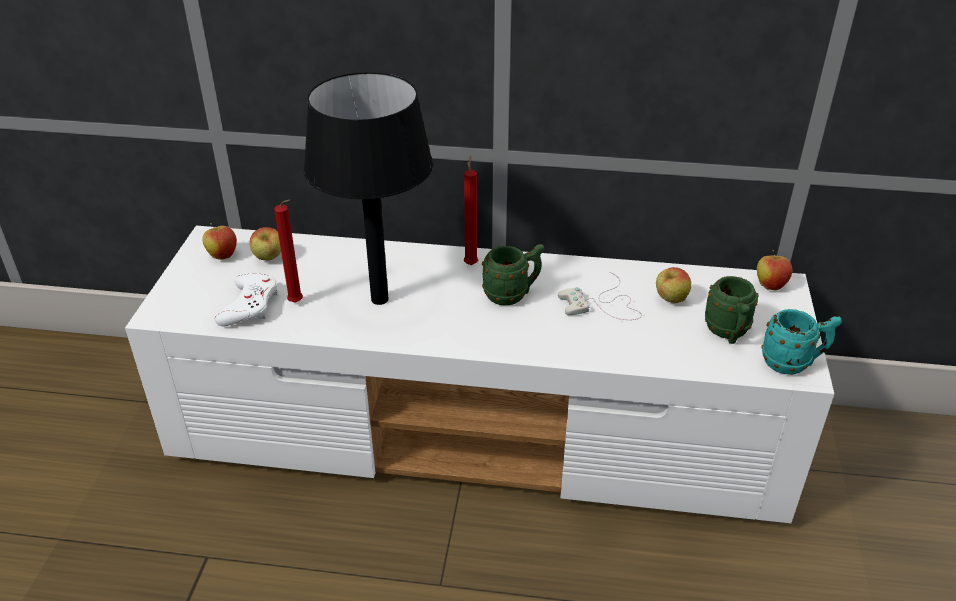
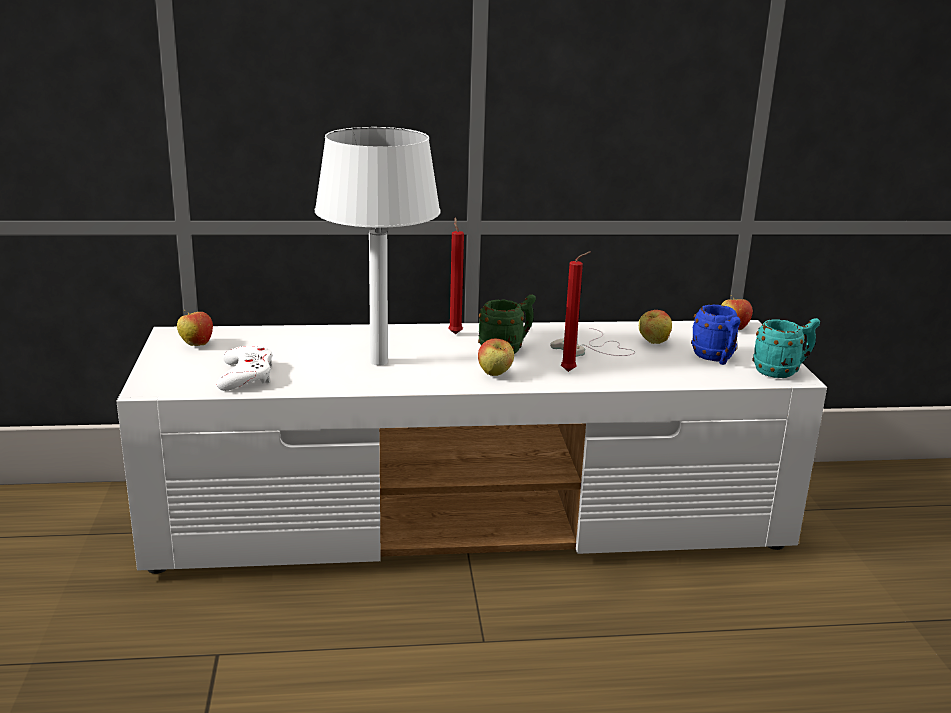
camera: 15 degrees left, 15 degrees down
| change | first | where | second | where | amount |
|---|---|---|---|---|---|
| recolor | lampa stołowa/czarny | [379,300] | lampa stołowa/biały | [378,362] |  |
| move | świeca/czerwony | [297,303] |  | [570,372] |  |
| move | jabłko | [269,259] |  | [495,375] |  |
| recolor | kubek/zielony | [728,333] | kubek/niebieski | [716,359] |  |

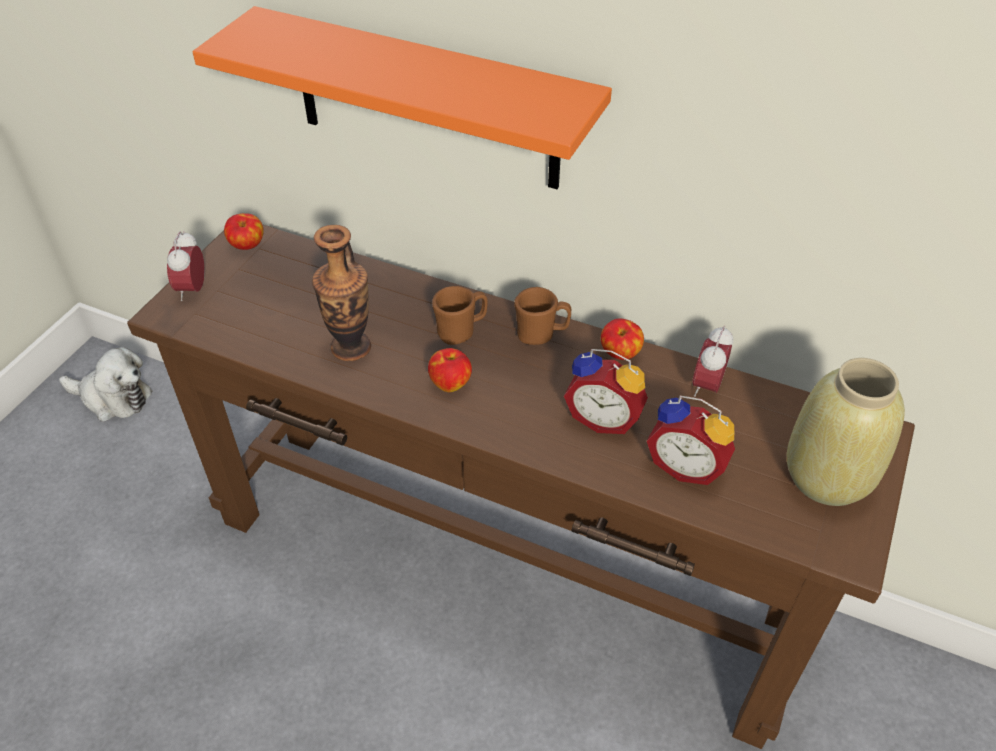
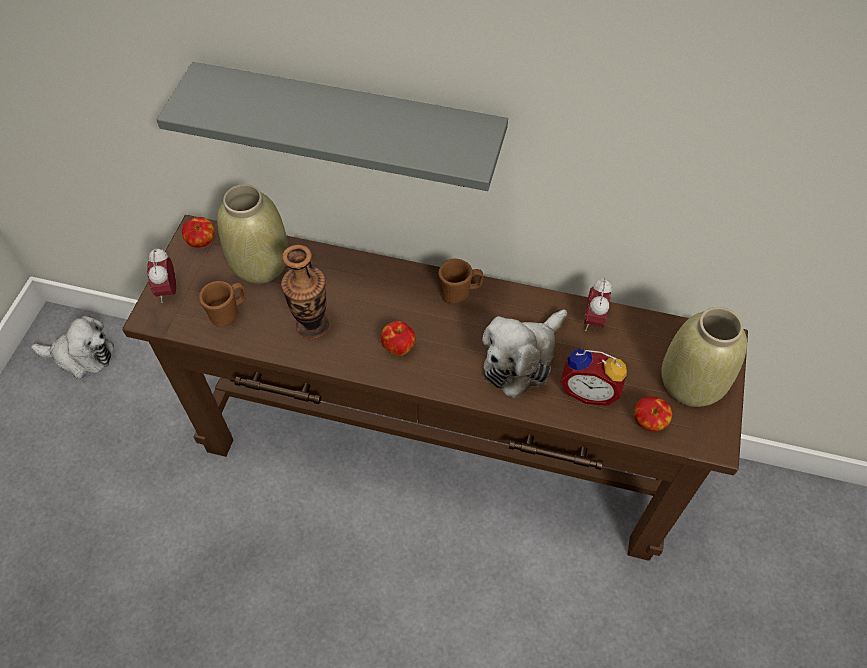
camera: 10 degrees left, 10 degrees up
| change | first | where | second | where | amount |
|---|---|---|---|---|---|
| recolor | półka/pomarańczowy | [425,100] | półka/szary | [350,127] |  |
| move | kubek/brązowy | [461,331] |  | [228,313] |  |
| move | jabłko | [620,354] |  | [649,422] |  |
| replace | budzik | [604,418] | pluszak | [521,359] |  |
| insert |  |  | wazon/beżowy | [260,263] |  |

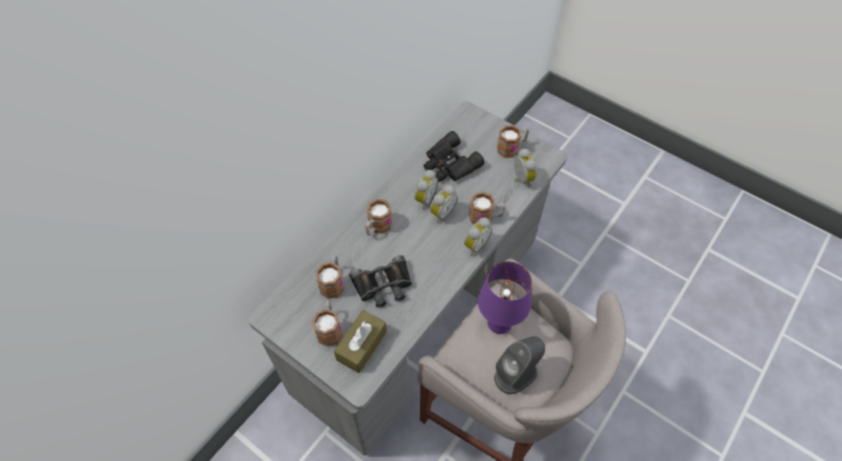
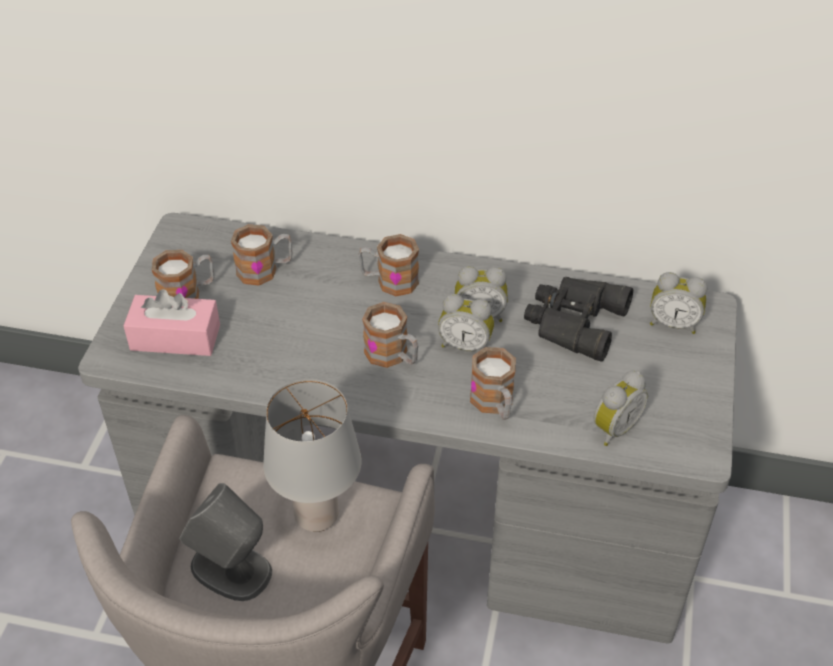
camera: 65 degrees right, 10 degrees down
| change | first | where | second | where | amount |
|---|---|---|---|---|---|
| move | kubek | [511,148] |  | [393,356] |  |
| move | budzik | [475,245] |  | [673,323] |  |
| delete | lornetka/czarny | [383,285] |  |  |  |
| recolor | lampa stołowa/fioletowy | [498,324] | lampa stołowa/szary | [316,515] |  |
| recolor | pudełko chusteczek/brązowy | [361,345] | pudełko chusteczek/różowy | [175,337] |  |

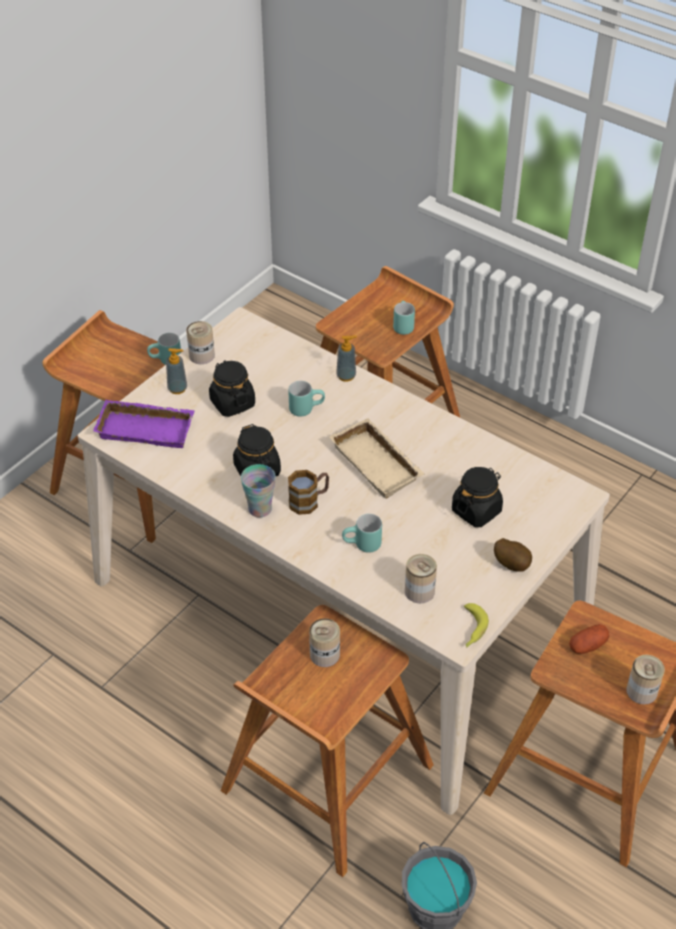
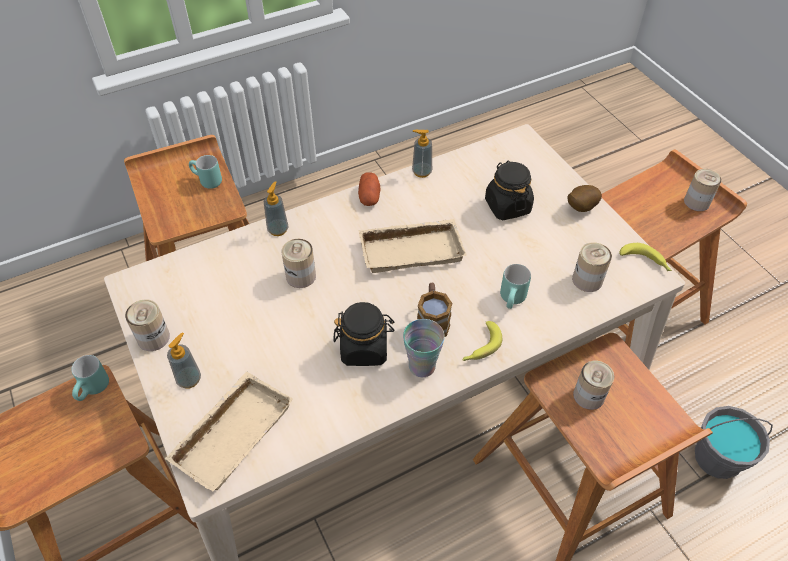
camera: 65 degrees left, 5 degrees up
| change | first | where | second | where | amount |
|---|---|---|---|---|---|
| delete | słoik/czarny | [232,403] |  |  |  |
| replace | kubek/turkusowy | [306,408] | puszka | [301,276] |  |
| recolor | taca/fioletowy | [147,428] | taca/beżowy | [232,432] |  |
| move | ziemniak | [587,646] |  | [369,196] |  |
| insert |  |  | dozownik mydła | [422,172] |  |
| insert |  |  | banan | [480,347] |  |

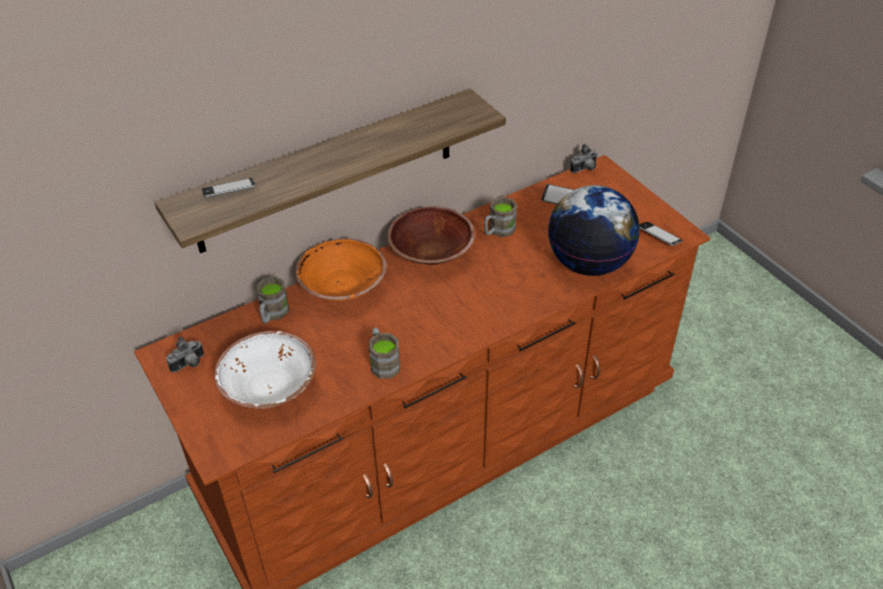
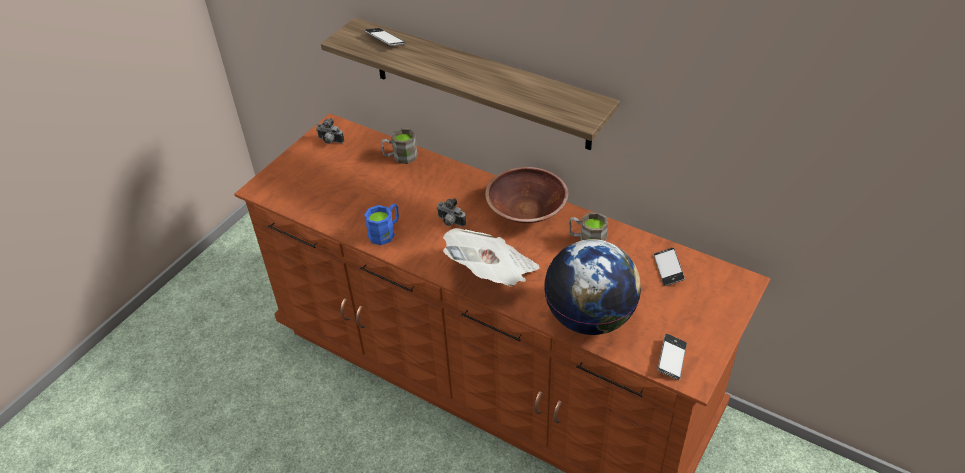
camera: 65 degrees right, 0 degrees up
| change | first | where | second | where | amount |
|---|---|---|---|---|---|
| move | aparat fotograficzny | [585,169] |  | [450,222] |  |
| delete | miska/pomarańczowy | [342,288] |  |  |  |
| recolor | kubek/brązowy | [383,362] | kubek/niebieski | [385,232] |  |
| delete | miska/biały | [270,387] |  |  |  |
| insert |  |  | gazeta | [492,273] |  |

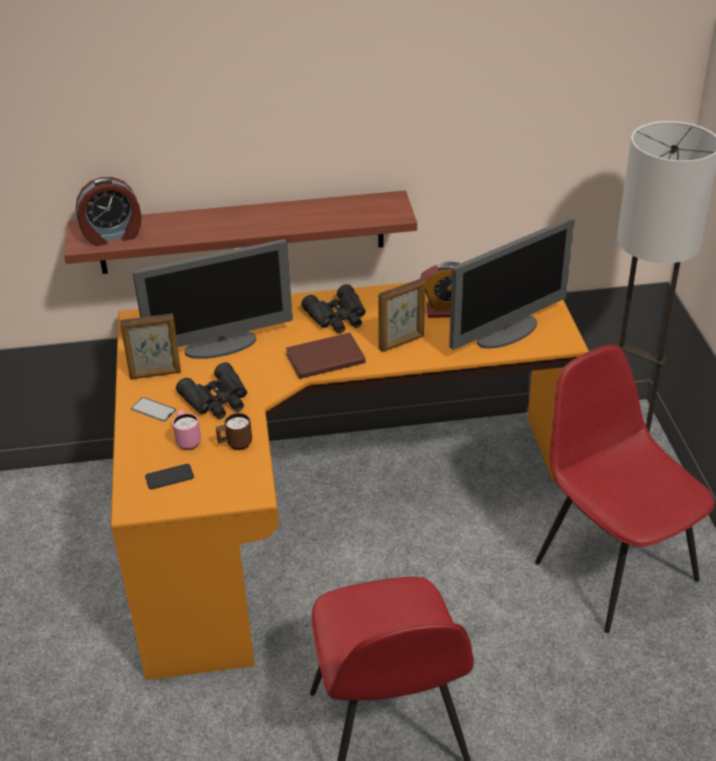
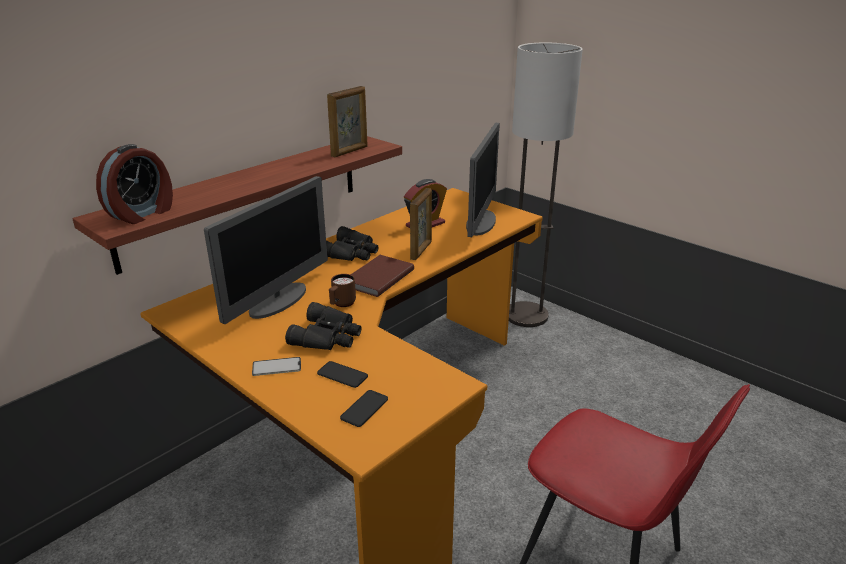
camera: 40 degrees left, 10 degrees down
| change | first | where | second | where | amount |
|---|---|---|---|---|---|
| move | ramka na zdjęcie | [155,374] |  | [350,151] |  |
| delete | krzesło/czerwony | [613,568] |  |  |  |
| replace | kubek/różowy | [187,441] | telefon | [342,375] |  |
| move | kubek/brązowy | [235,444] |  | [342,304] |  |

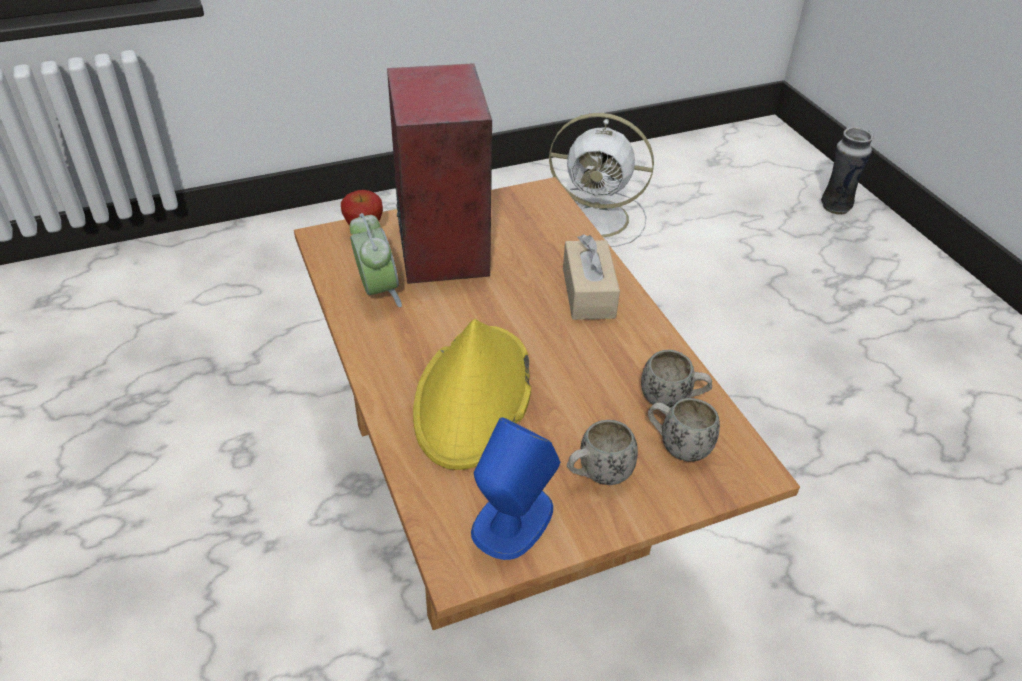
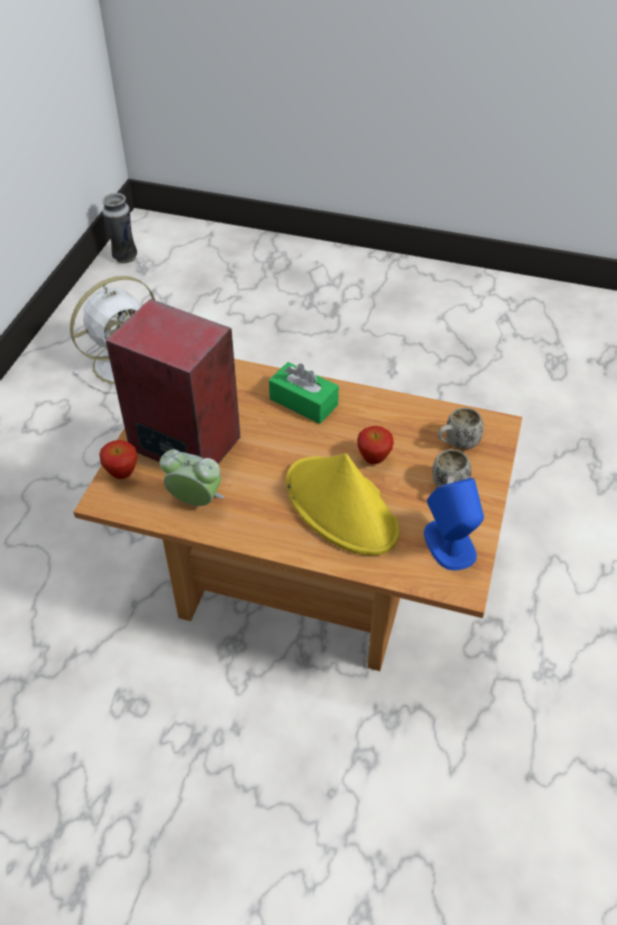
camera: 50 degrees left, 5 degrees up
| change | first | where | second | where | amount |
|---|---|---|---|---|---|
| move | wazon | [834,207] |  | [124,257] |  |
| recolor | pudełko chusteczek/beżowy | [588,293] | pudełko chusteczek/zielony | [303,402] |  |
| delete | kubek/biały | [672,400] |  |  |  |
| insert |  |  | jabłko | [373,459] |  |

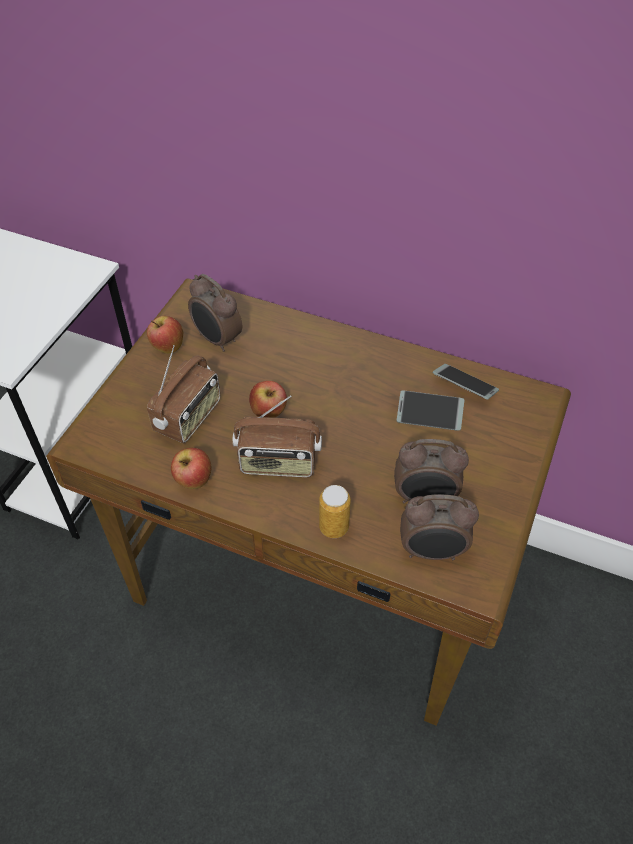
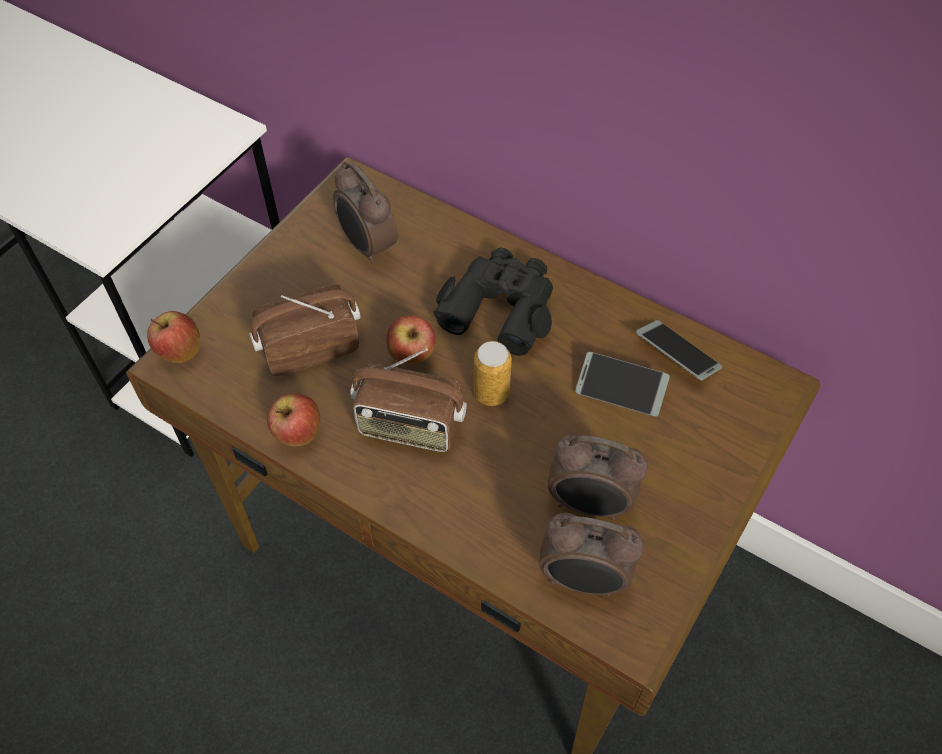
camera: 10 degrees right, 5 degrees up
| change | first | where | second | where | amount |
|---|---|---|---|---|---|
| move | jabłko | [167,347] |  | [180,352] |  |
| rotate | radio | [189,417] |  | [310,347] | 150 degrees counterclockwise |
| move | puszka | [334,527] |  | [491,393] |  |
| insert |  |  | lornetka/czarny | [500,307] |  |

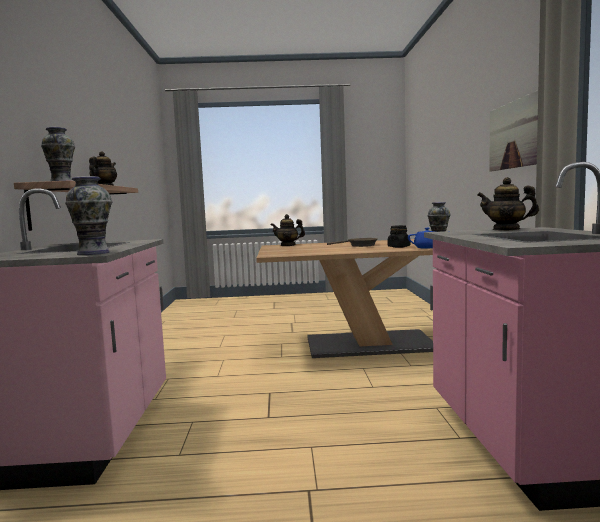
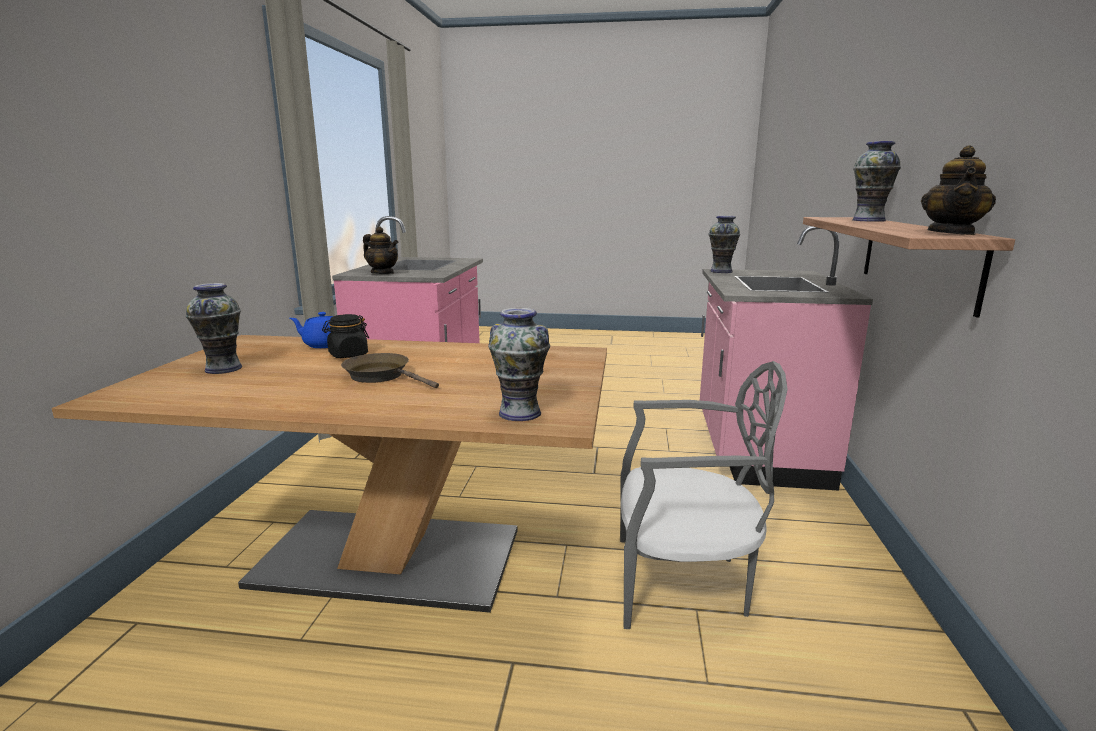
camera: 170 degrees left, 10 degrees up
| change | first | where | second | where | amount |
|---|---|---|---|---|---|
| delete | obraz | [514,135] |  |  |  |
| replace | imbryk | [288,245] | wazon | [520,413] |  |
| insert |  |  | krzesło/szary | [682,583] |  |

